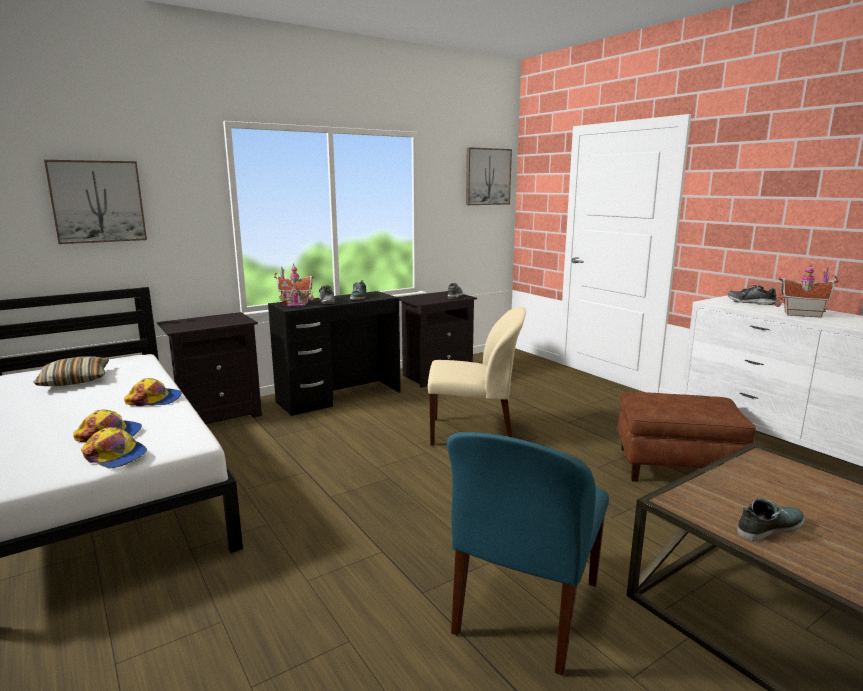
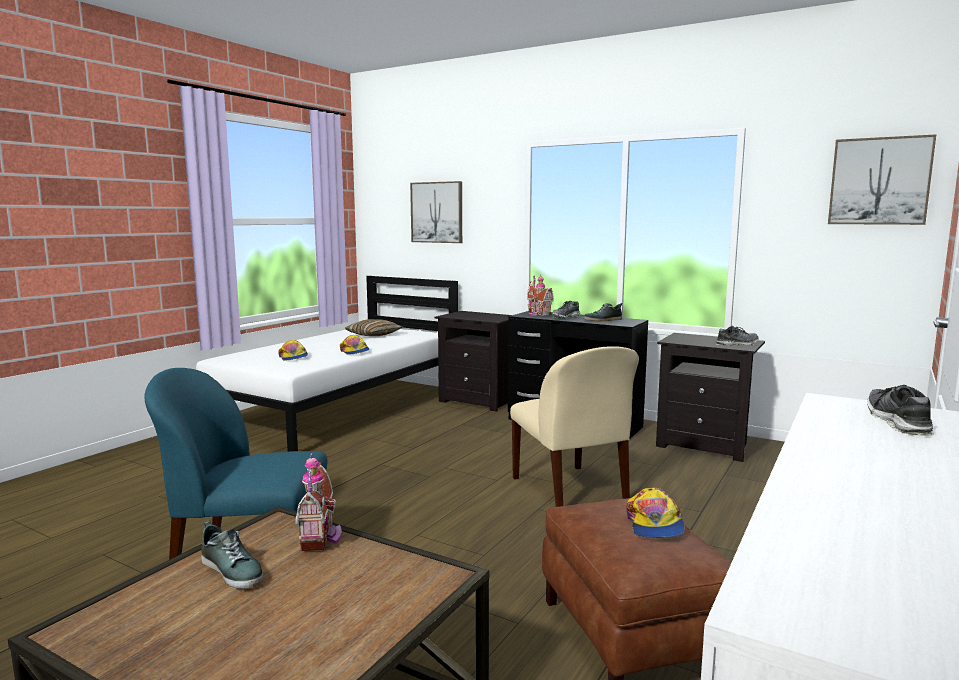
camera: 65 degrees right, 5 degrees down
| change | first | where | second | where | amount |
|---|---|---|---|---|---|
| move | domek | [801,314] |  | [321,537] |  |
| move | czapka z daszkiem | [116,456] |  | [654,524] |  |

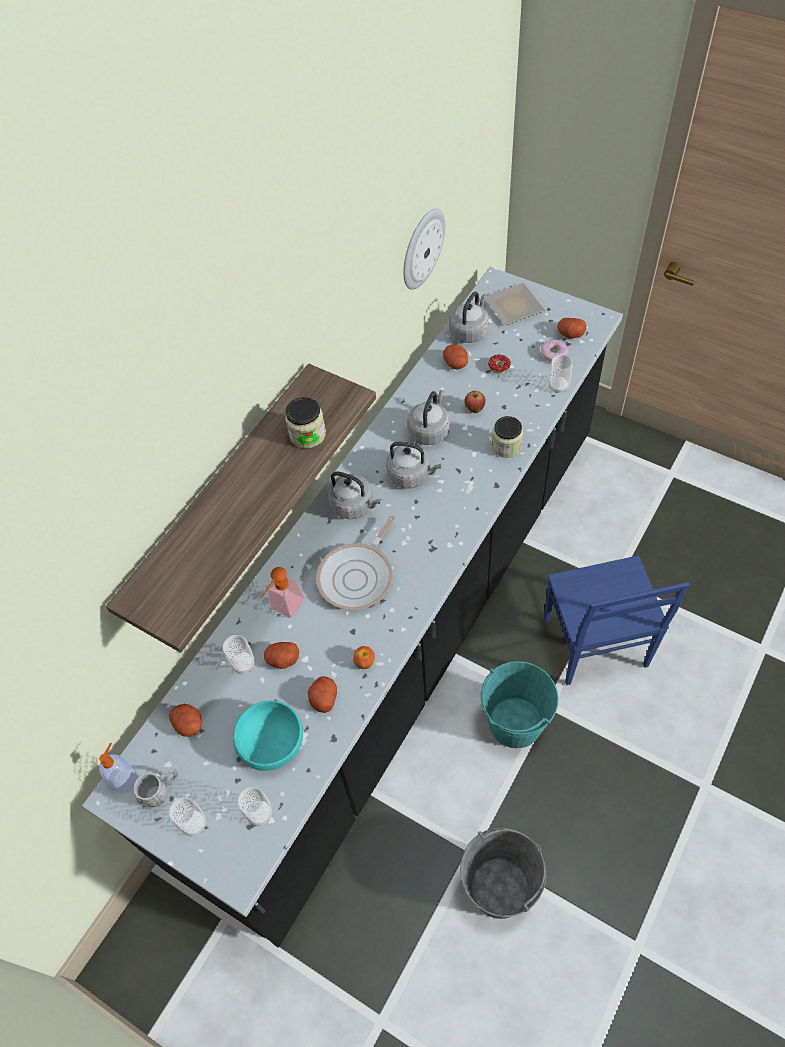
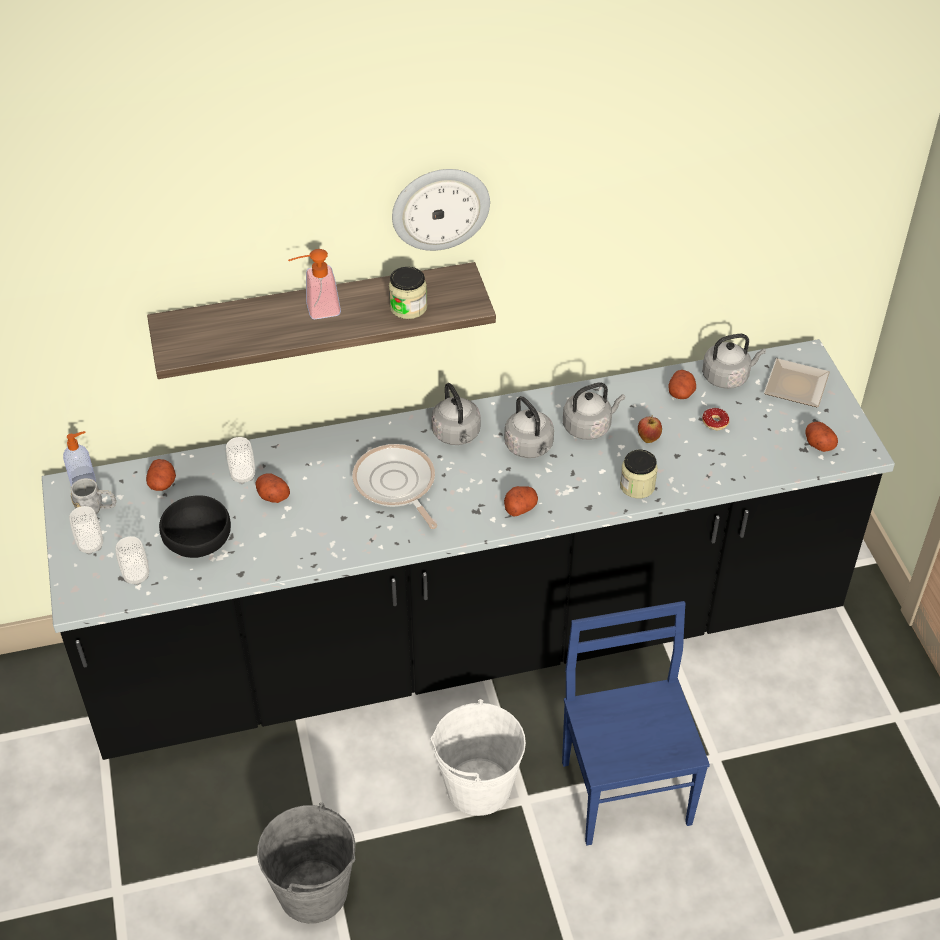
camera: 40 degrees right, 10 degrees down
| change | first | where | second | where | amount |
|---|---|---|---|---|---|
| move | zegar ścienny | [421,248] |  | [440,208] |  |
| delete | donut | [553,354] |  |  |  |
| delete | filiżanka | [558,386] |  |  |  |
| rotate | patelnia | [359,576] |  | [396,485] | 75 degrees clockwise |
| rotate | krzesło/niebieski | [594,644] |  | [627,790] | 135 degrees clockwise |
| move | dozownik mydła | [284,608] |  | [316,310] |  |
| delete | jabłko | [365,662] |  |  |  |
| recolor | wiadro/turkusowy | [515,722] | wiadro/biały | [478,786] |  |
| move | ziemniak | [323,697] |  | [520,507] |  |
| recolor | miska/turkusowy | [273,742] | miska/czarny | [199,541] |  |

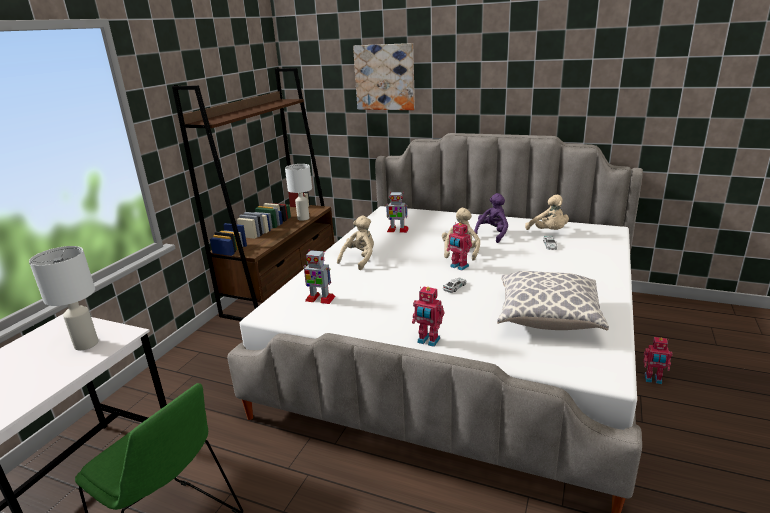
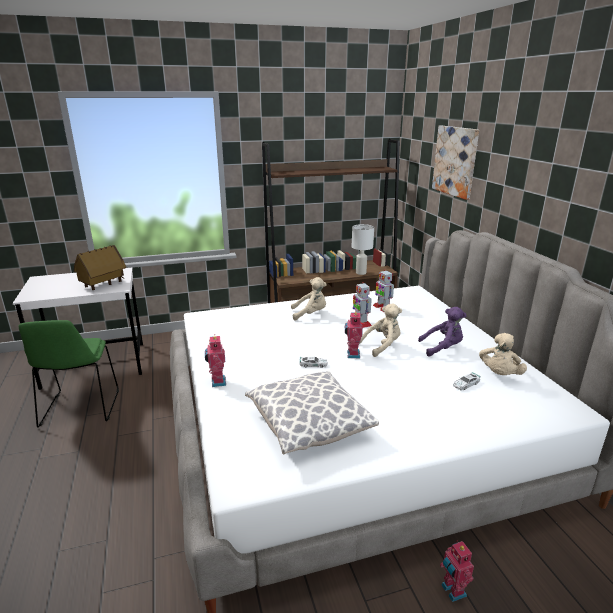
camera: 50 degrees right, 0 degrees up
| change | first | where | second | where | amount |
|---|---|---|---|---|---|
| replace | lampa stołowa/biały | [85,344] | domek | [103,285] |  |
| move | robot zabawkowy | [319,299] |  | [360,322] |  |

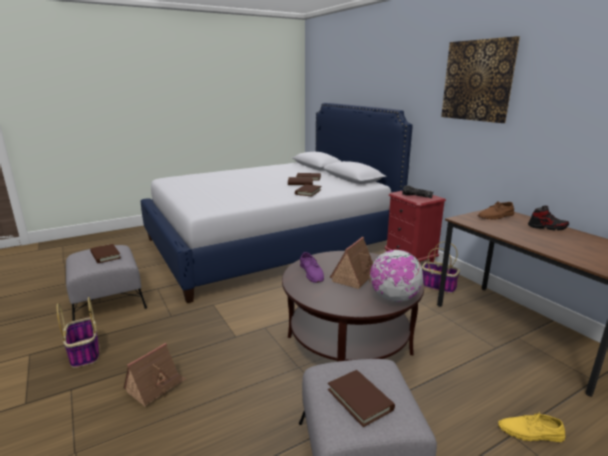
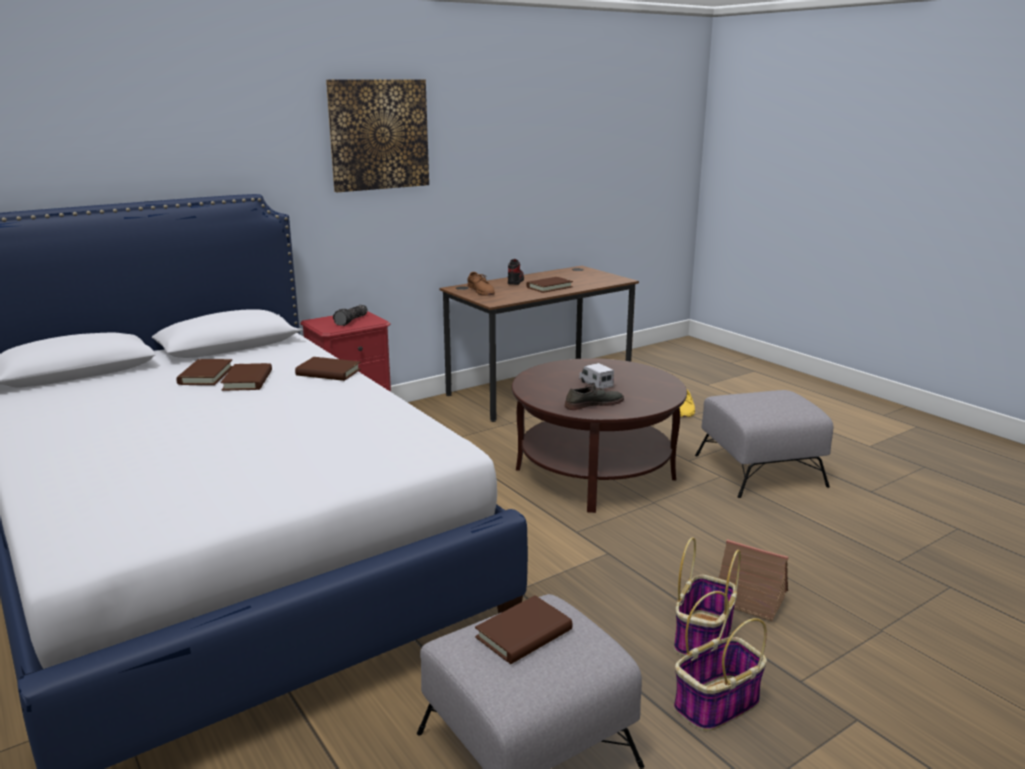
camera: 95 degrees left, 0 degrees up
| change | first | where | second | where | amount |
|---|---|---|---|---|---|
| replace | domek | [354,277] | ciężarówka zabawkowa | [595,384] |  |
| move | koszyk | [437,286] |  | [703,638] |  |
| delete | globus | [394,298] |  |  |  |
| recolor | but/fioletowy | [312,273] | but/szary | [594,404] |  |
| move | książka/brązowy | [360,399] |  | [549,287] |  |

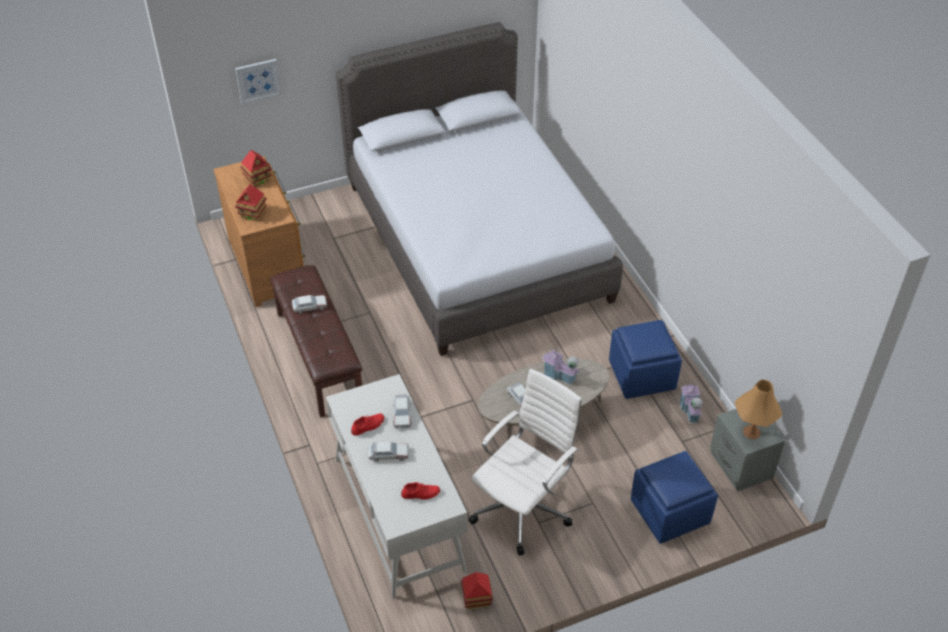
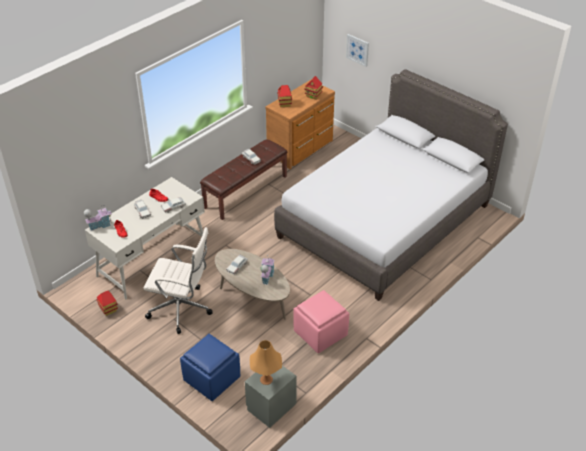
camera: 65 degrees right, 5 degrees down
| change | first | where | second | where | amount |
|---|---|---|---|---|---|
| recolor | pufa/niebieski | [642,376] | pufa/różowy | [320,334] |  |
| move | domek | [689,411] |  | [100,225] |  |

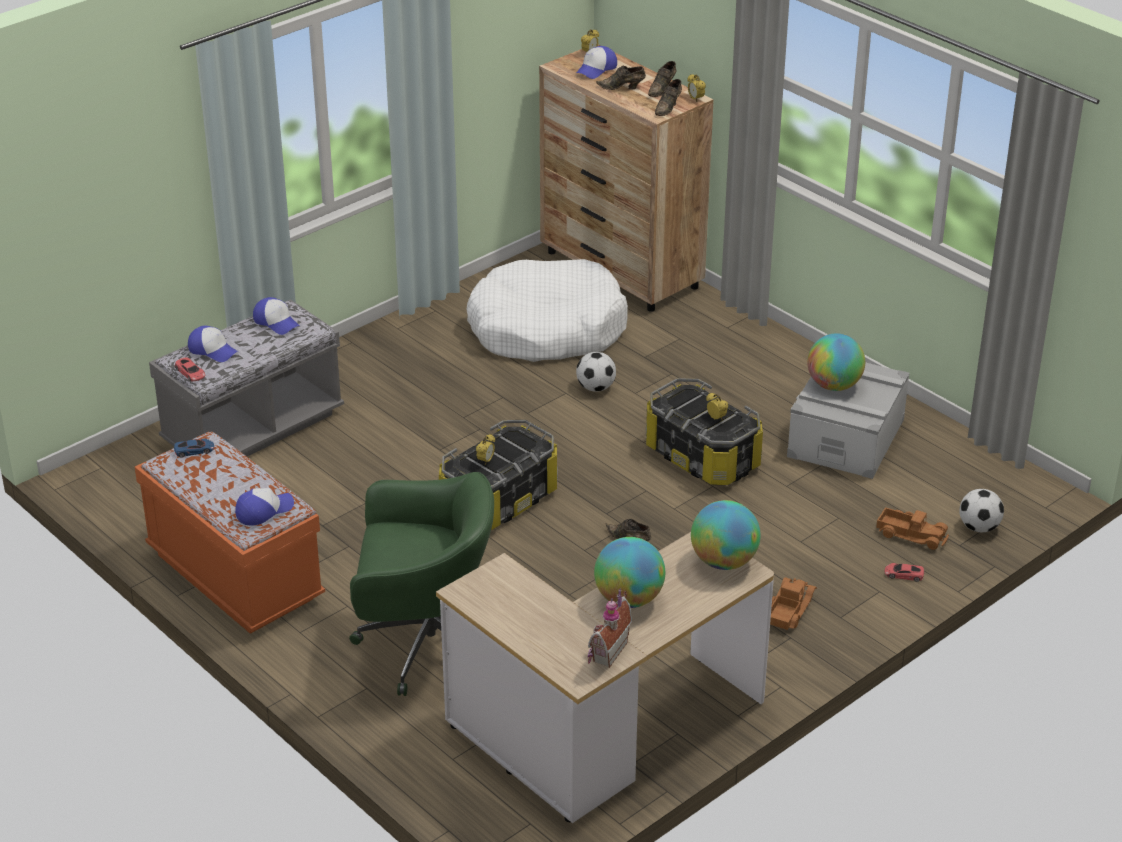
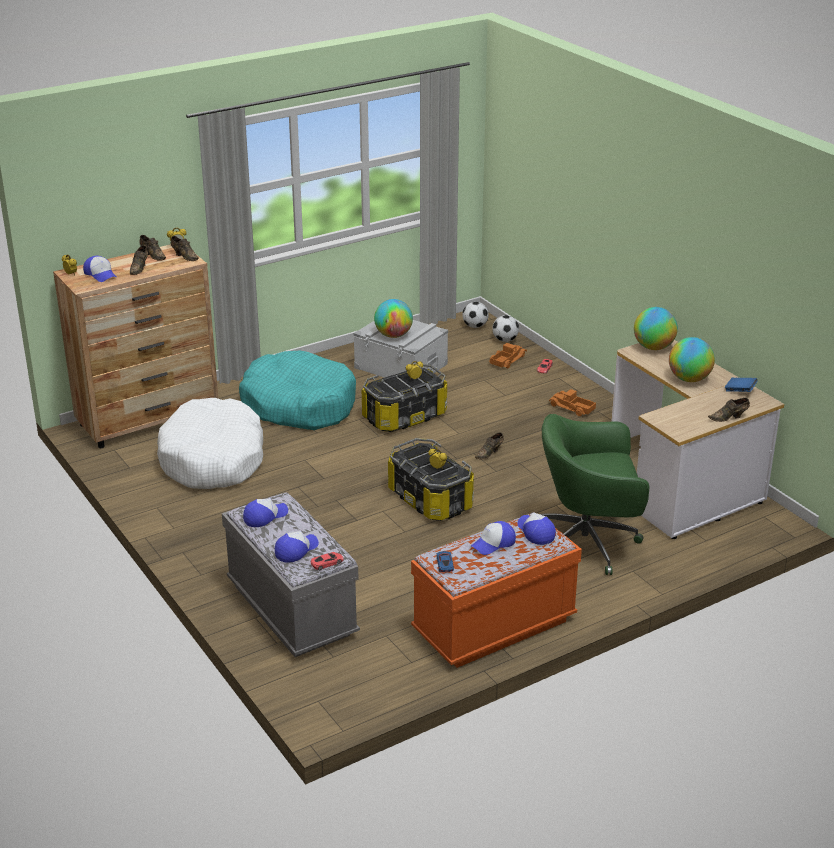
camera: 80 degrees left, 5 degrees down
| change | first | where | second | where | amount |
|---|---|---|---|---|---|
| move | piłka futbolowa | [596,388] |  | [475,326] |  |
| rotate | krzesło biurowe/zielony | [425,644] |  | [588,543] | 105 degrees counterclockwise |
| replace | domek | [606,651] | książka/niebieski | [740,391] |  |
| insert |  |  | legowisko/turkusowy | [299,405] |  |
| insert |  |  | but/brązowy | [729,418] |  |
| insert |  |  | czapka z daszkiem | [493,543] |  |

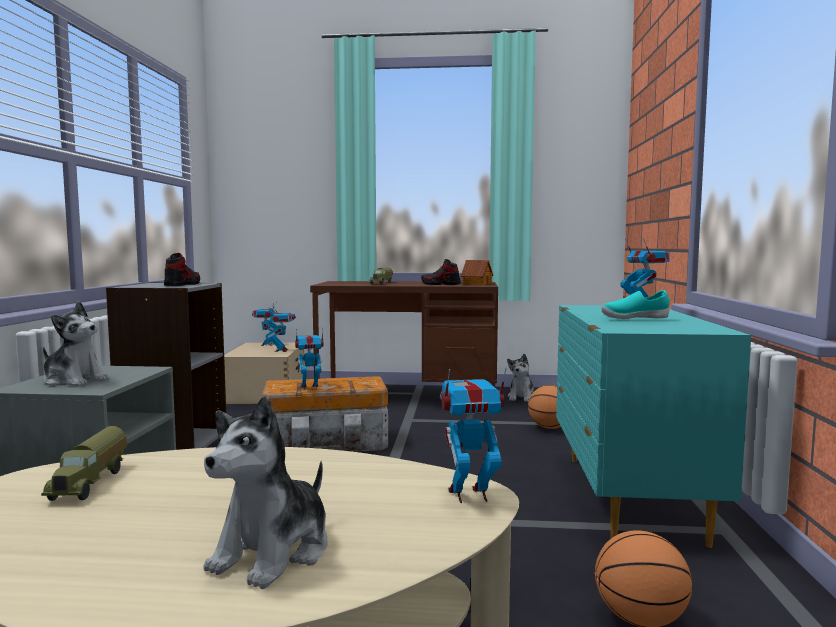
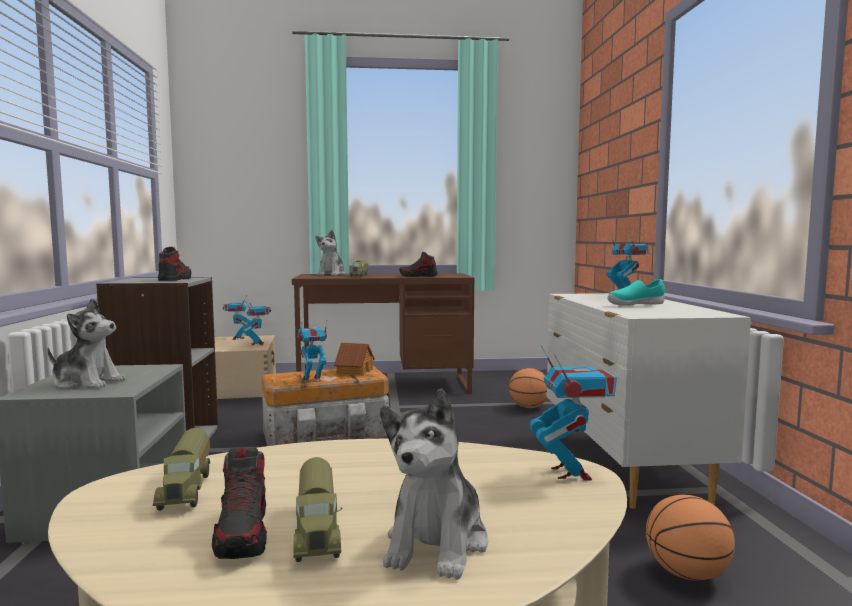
camera: 10 degrees left, 0 degrees up
| change | first | where | second | where | amount |
|---|---|---|---|---|---|
| move | domek | [476,283] |  | [354,371] |  |
| recolor | komoda/turkusowy | [628,497] | komoda/biały | [625,466] |  |
| move | pluszak | [521,397] |  | [331,274] |  |
| rotate | robot zabawkowy | [469,494] |  | [571,473] | 105 degrees clockwise |
| insert |  |  | but | [243,533] |  |
| insert |  |  | ciężarówka zabawkowa | [318,531] |  |

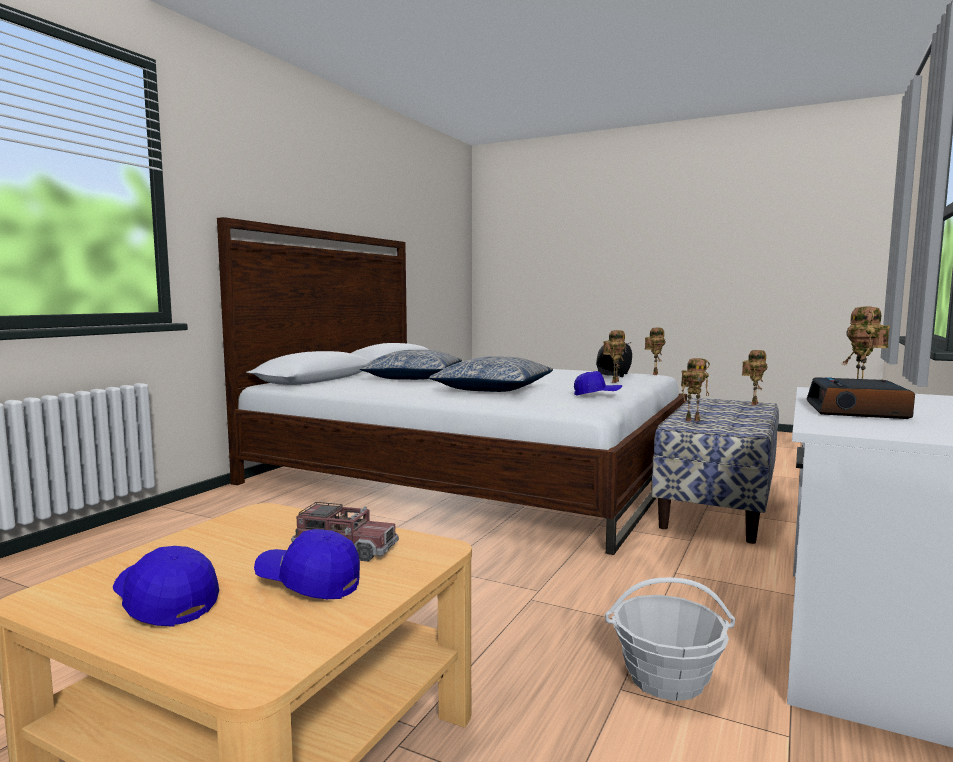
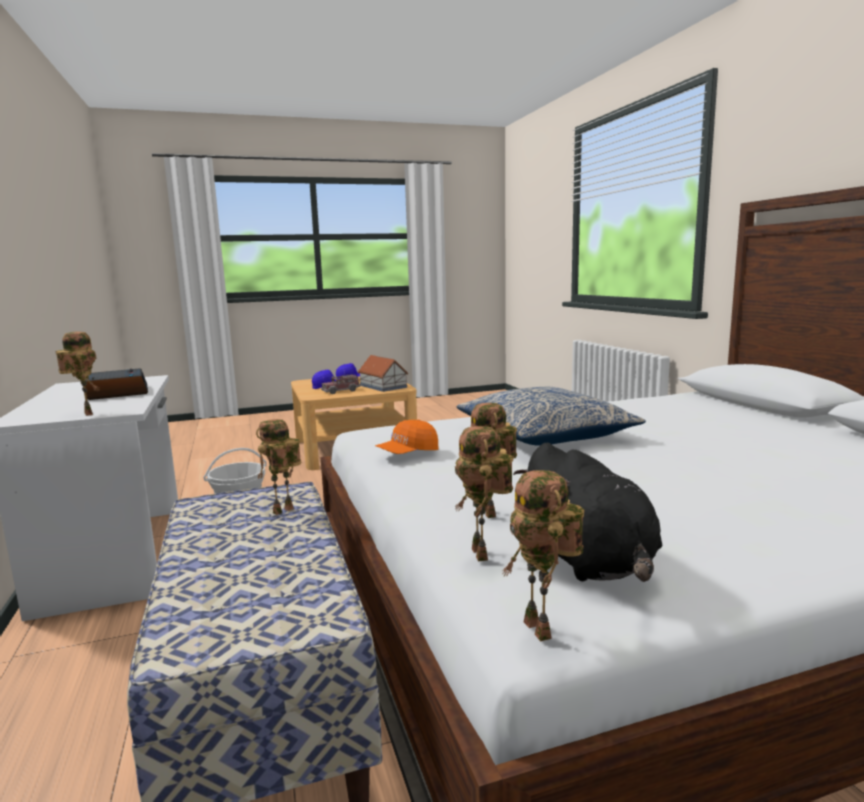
camera: 135 degrees right, 5 degrees up
| change | first | where | second | where | amount |
|---|---|---|---|---|---|
| delete | poduszka | [413,377] |  |  |  |
| move | robot zabawkowy | [753,404] |  | [483,555] |  |
| recolor | czapka z daszkiem/niebieski | [597,395] | czapka z daszkiem/pomarańczowy | [408,453] |  |
| insert |  |  | domek | [383,386] |  |

